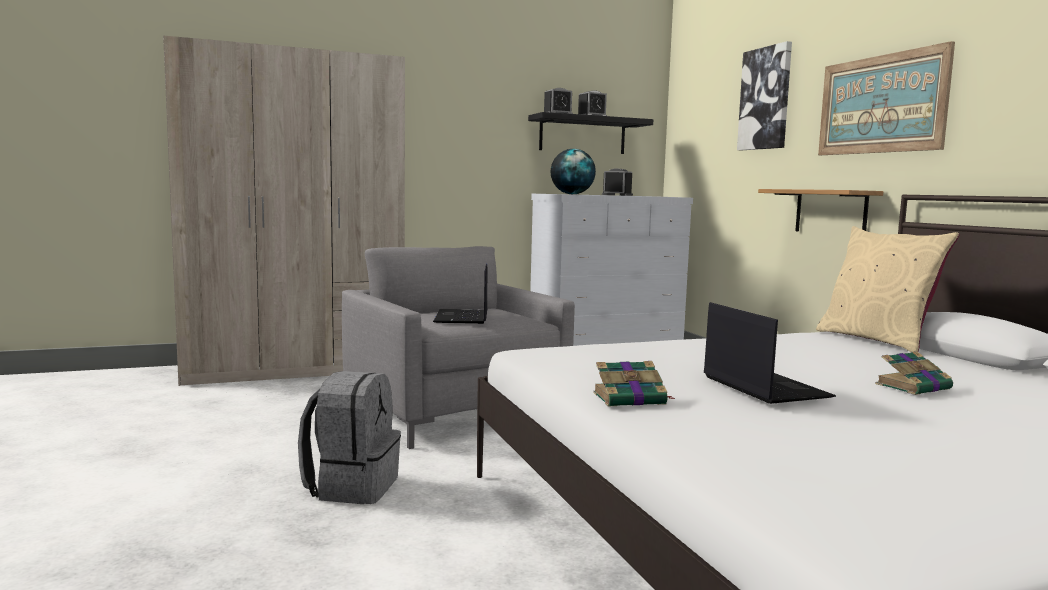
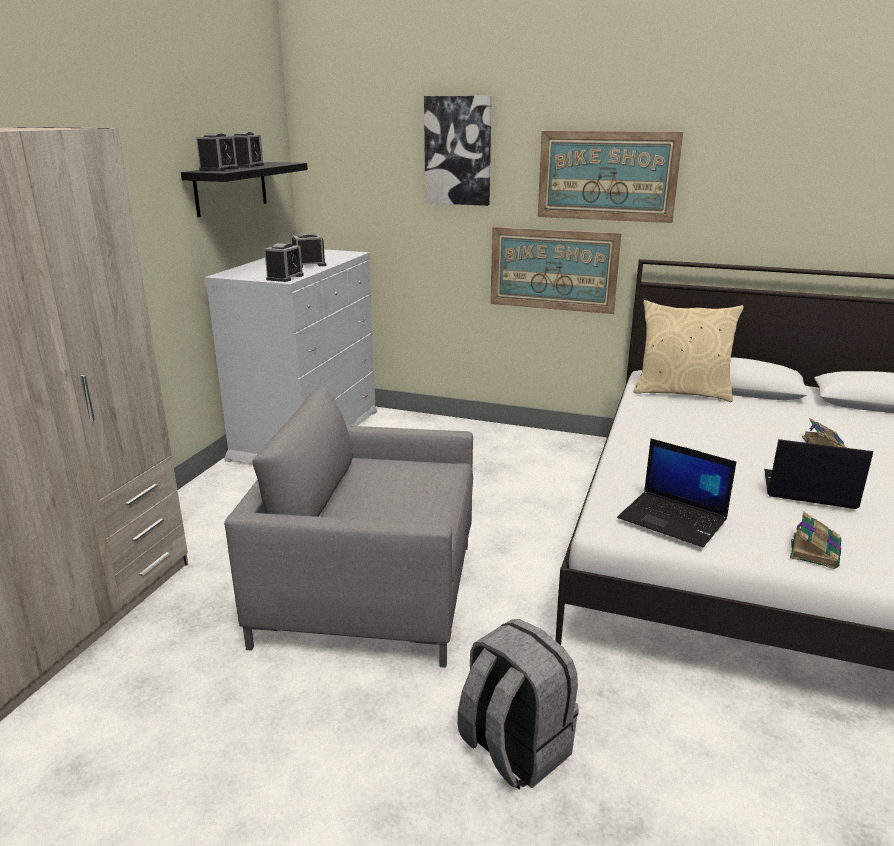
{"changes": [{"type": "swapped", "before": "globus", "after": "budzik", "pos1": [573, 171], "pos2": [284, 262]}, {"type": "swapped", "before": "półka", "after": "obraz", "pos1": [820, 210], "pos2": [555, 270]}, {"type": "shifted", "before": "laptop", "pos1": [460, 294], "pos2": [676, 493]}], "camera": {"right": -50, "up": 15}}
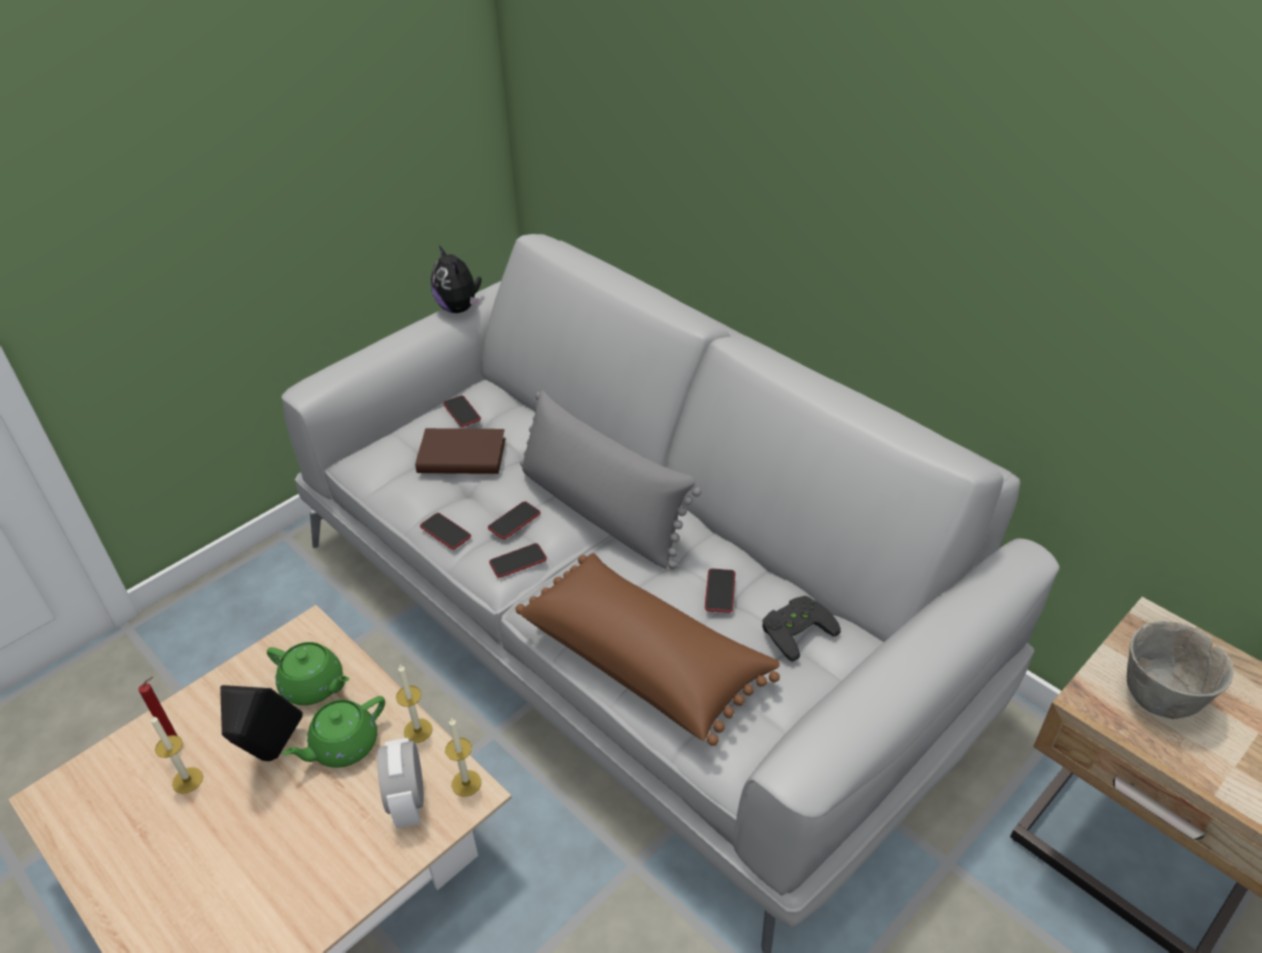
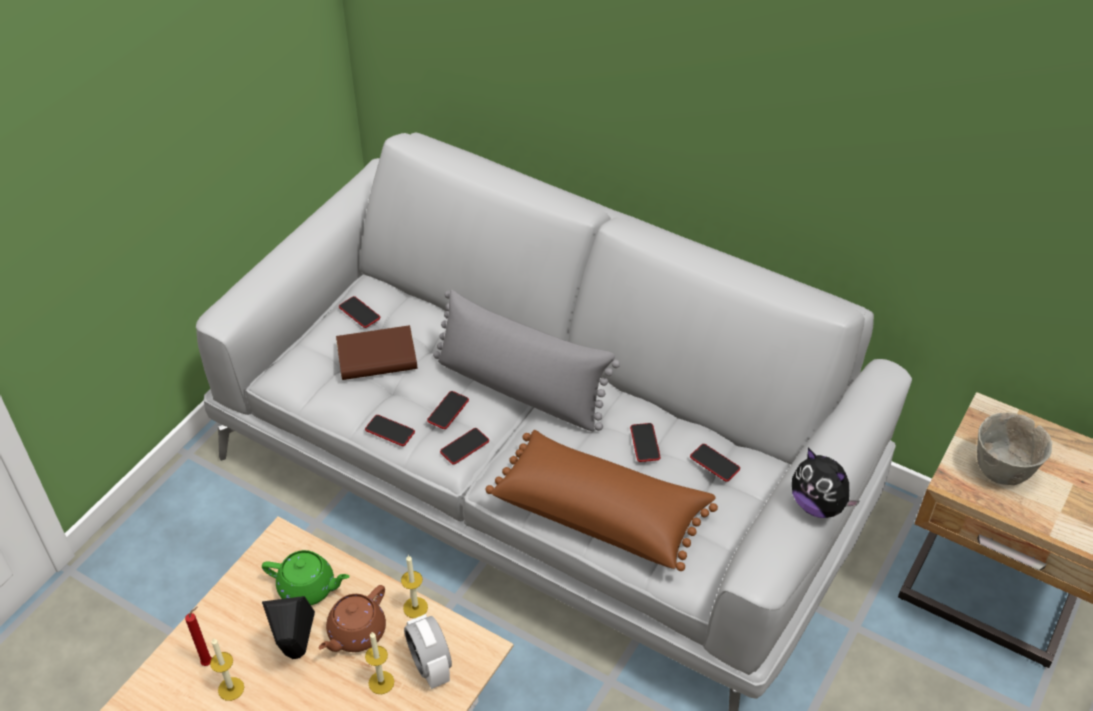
{"changes": [{"type": "repainted", "before": "imbryk (zielony)", "after": "imbryk (brązowy)", "pos1": [334, 732], "pos2": [352, 618]}, {"type": "shifted", "before": "świeca", "pos1": [463, 757], "pos2": [379, 663]}, {"type": "swapped", "before": "pad do gier (czarny)", "after": "telefon", "pos1": [801, 629], "pos2": [715, 463]}, {"type": "shifted", "before": "pluszak", "pos1": [456, 279], "pos2": [826, 483]}], "camera": {"right": -15, "up": 5}}
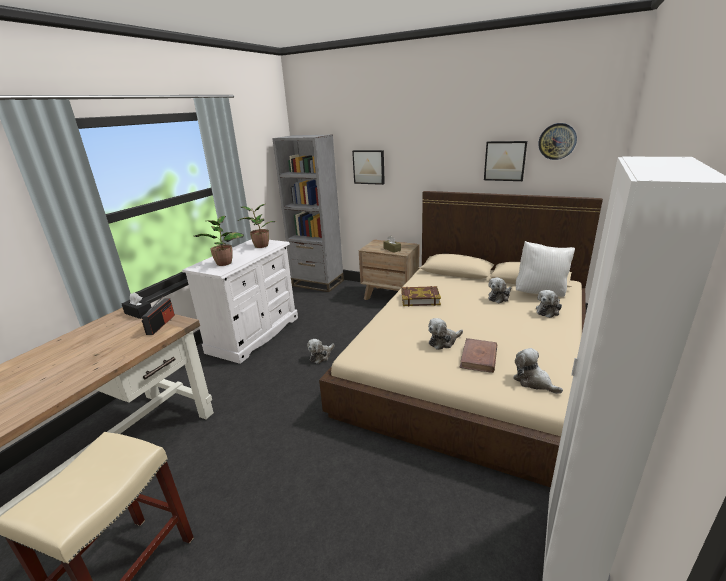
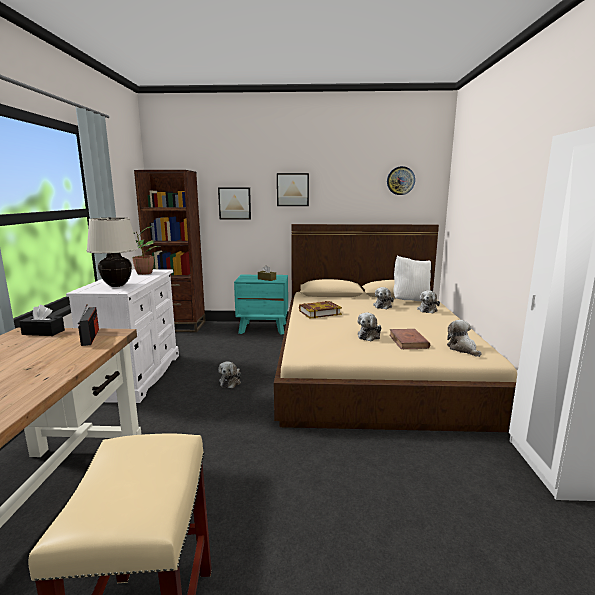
{"changes": [{"type": "swapped", "before": "roślina doniczkowa", "after": "lampa stołowa (beżowy)", "pos1": [219, 241], "pos2": [112, 252]}, {"type": "repainted", "before": "regał (szary)", "after": "regał (brązowy)", "pos1": [308, 213], "pos2": [170, 251]}, {"type": "repainted", "before": "szafka nocna (brązowy)", "after": "szafka nocna (turkusowy)", "pos1": [389, 270], "pos2": [261, 305]}, {"type": "shifted", "before": "obraz", "pos1": [505, 161], "pos2": [293, 189]}, {"type": "rotated", "before": "pluszak", "pos1": [538, 371], "pos2": [464, 338], "turn": 45}], "camera": {"right": -25, "up": -10}}
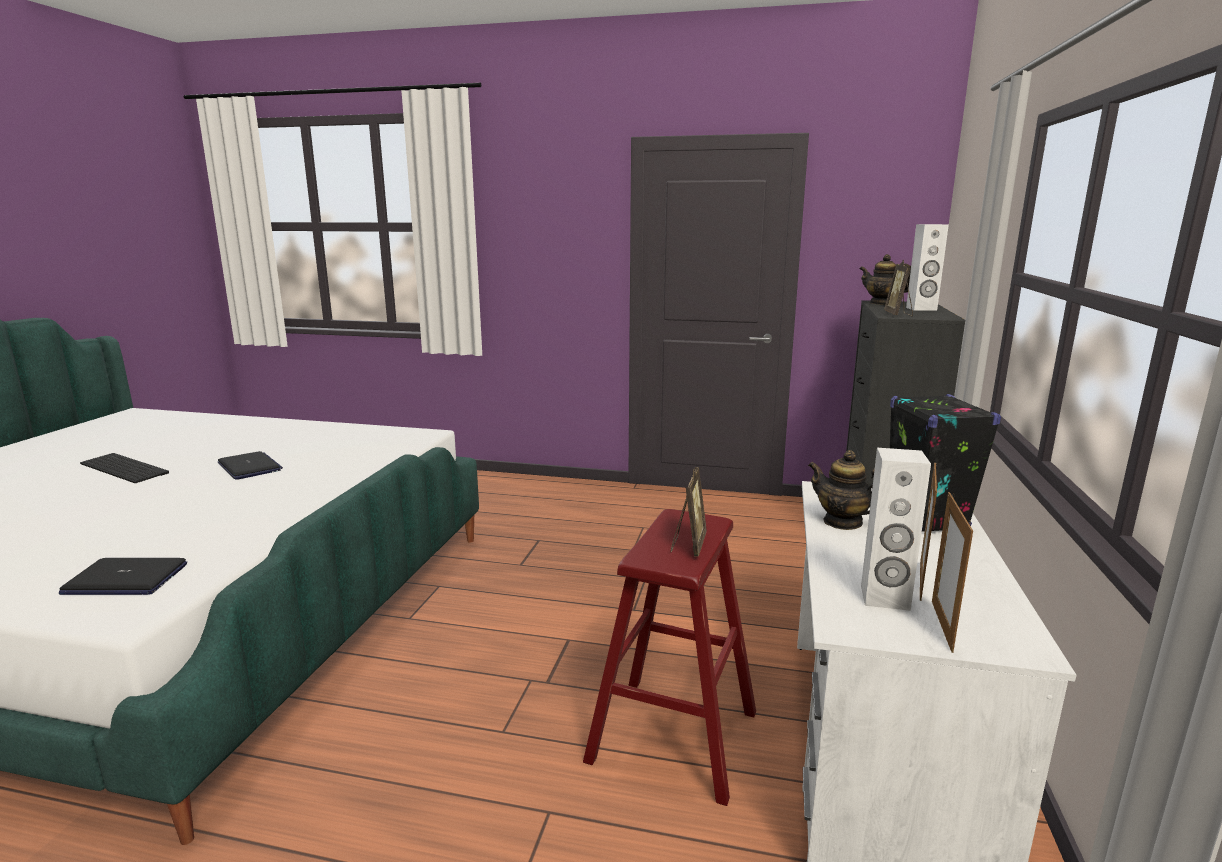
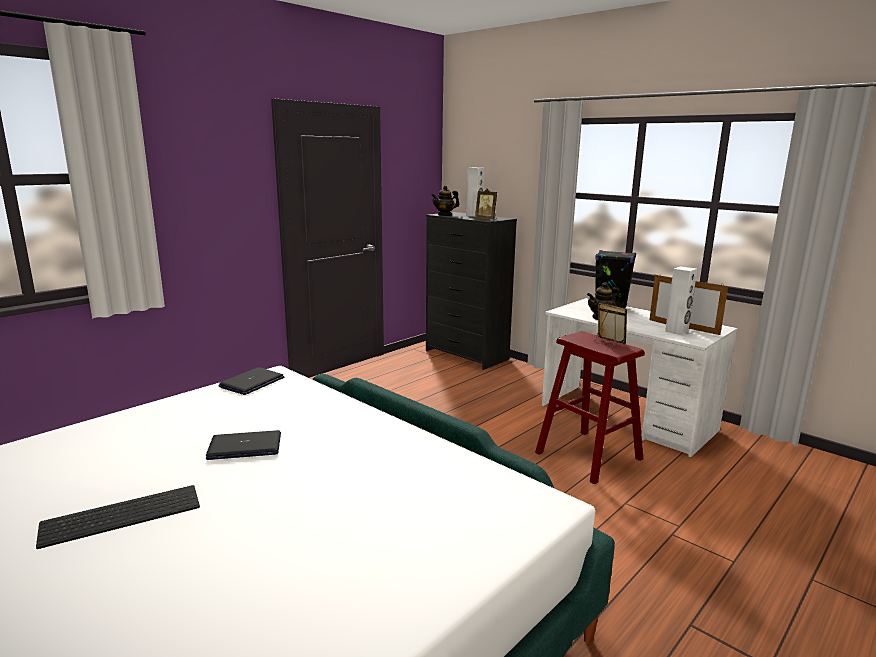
{"changes": [{"type": "shifted", "before": "laptop", "pos1": [123, 576], "pos2": [251, 381]}], "camera": {"right": -60, "up": 0}}
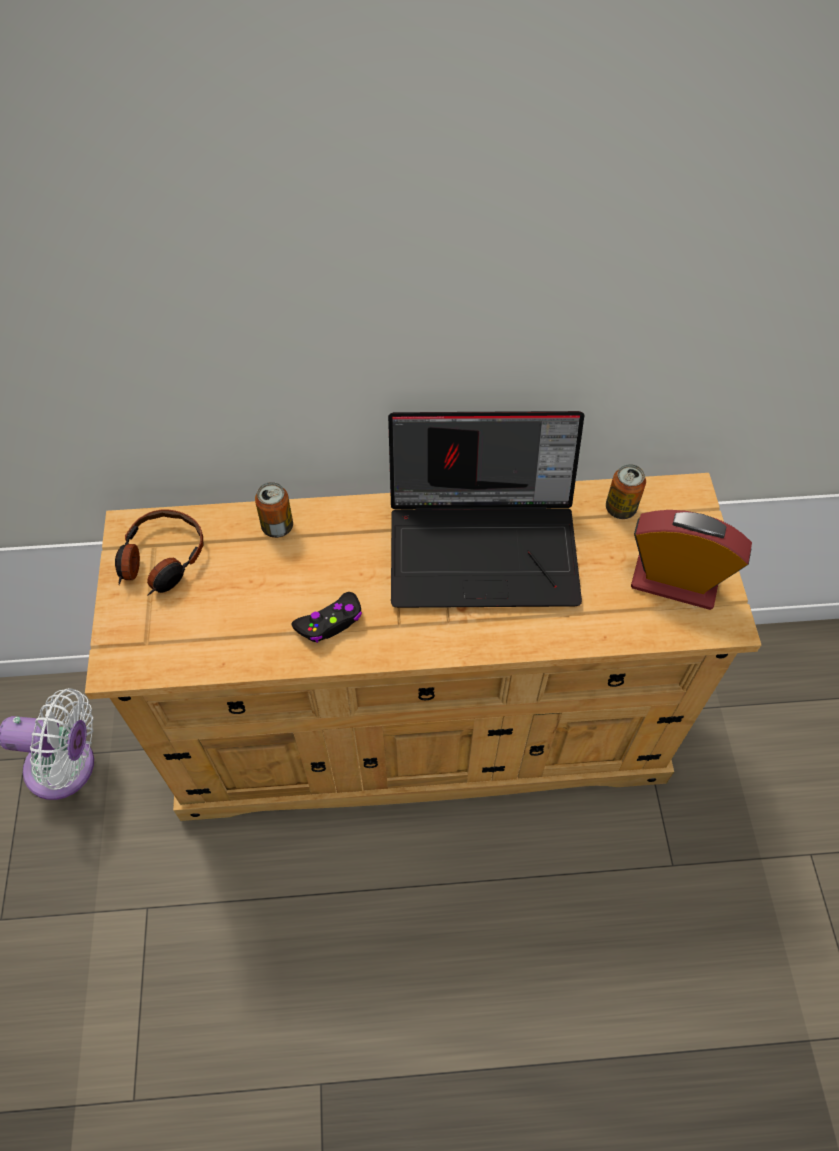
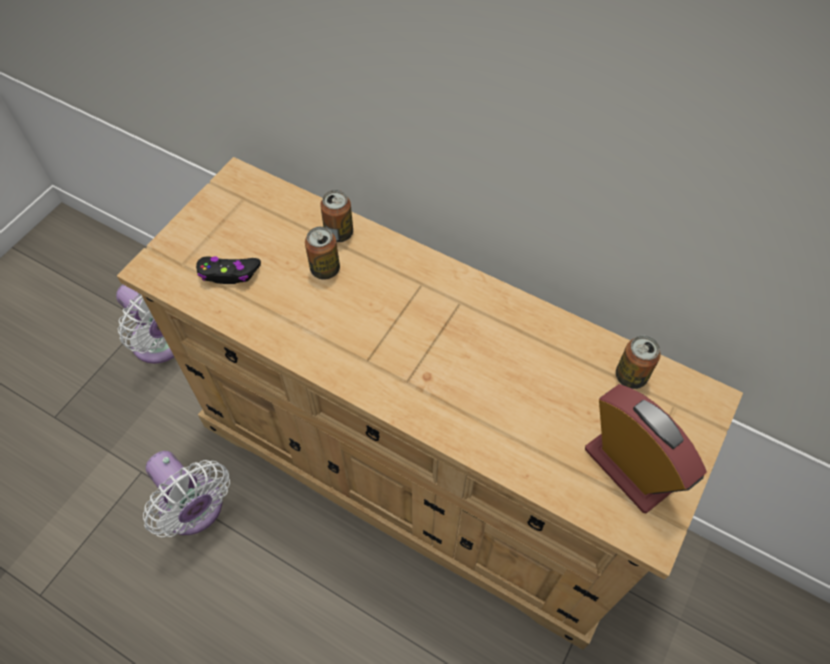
{"changes": [{"type": "new", "after": "wentylator (biały)", "pos2": [186, 494]}, {"type": "shifted", "before": "pad do gier (czarny)", "pos1": [327, 617], "pos2": [228, 270]}, {"type": "new", "after": "puszka", "pos2": [322, 253]}, {"type": "gone", "before": "słuchawki", "pos1": [159, 552]}, {"type": "gone", "before": "laptop", "pos1": [486, 509]}], "camera": {"right": 35, "up": 0}}
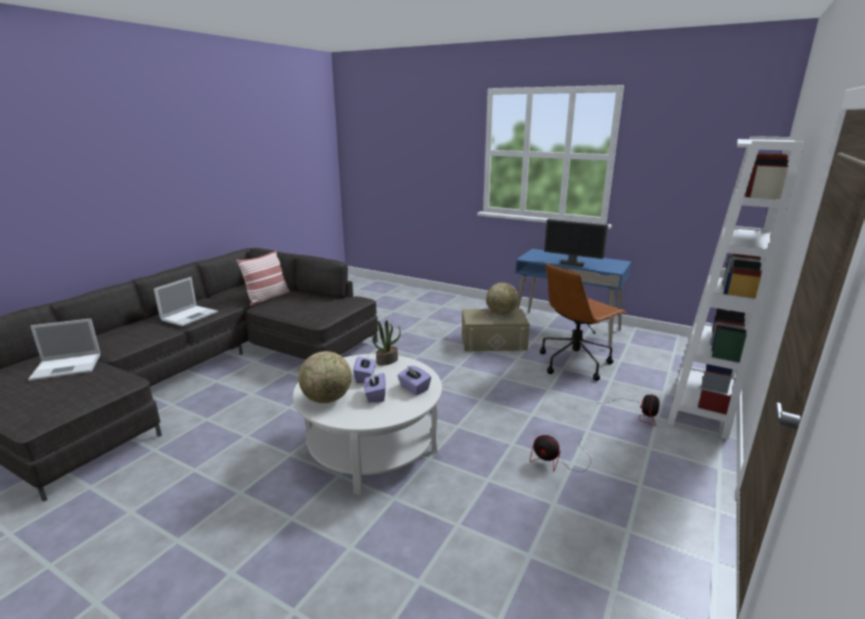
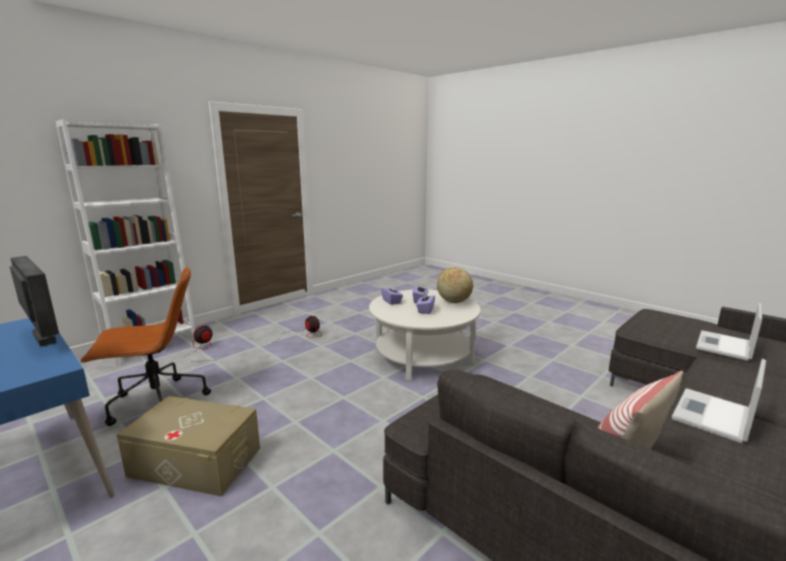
{"changes": [{"type": "rotated", "before": "laptop", "pos1": [64, 349], "pos2": [729, 332], "turn": -45}, {"type": "gone", "before": "roślina doniczkowa", "pos1": [387, 343]}, {"type": "gone", "before": "globus", "pos1": [502, 298]}], "camera": {"right": -165, "up": -5}}
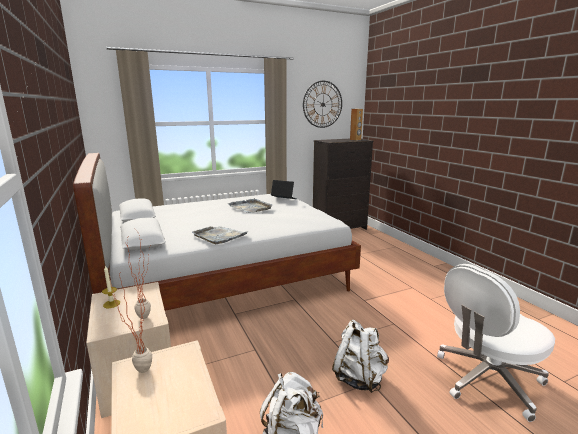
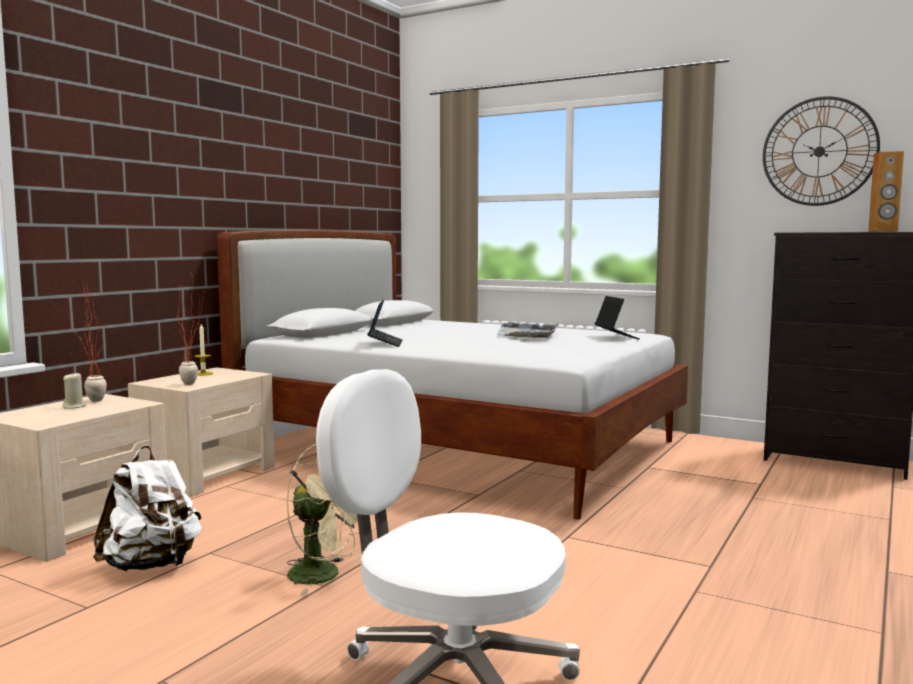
{"changes": [{"type": "new", "after": "świeca (beżowy)", "pos2": [74, 390]}, {"type": "swapped", "before": "plecak (biały)", "after": "wentylator (beżowy)", "pos1": [360, 356], "pos2": [322, 519]}, {"type": "swapped", "before": "taca (szary)", "after": "laptop", "pos1": [220, 235], "pos2": [385, 323]}], "camera": {"right": 55, "up": -10}}
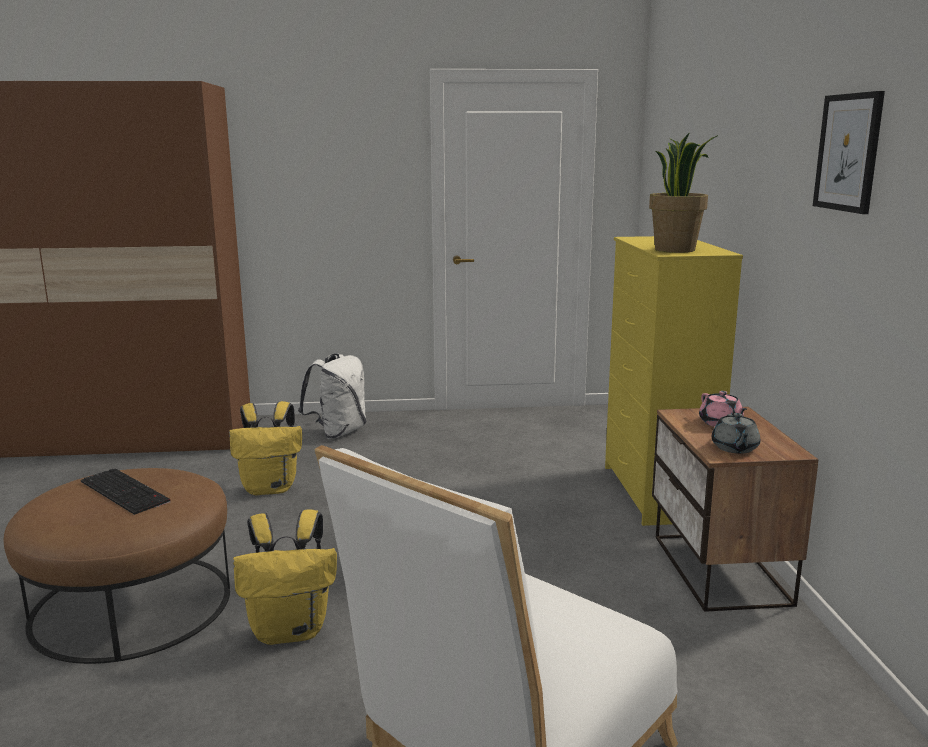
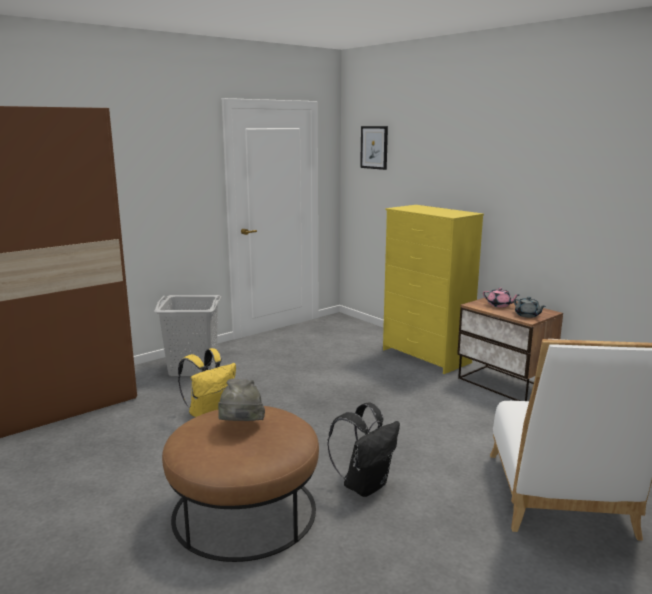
{"changes": [{"type": "swapped", "before": "plecak (biały)", "after": "kosz na pranie (szary)", "pos1": [332, 396], "pos2": [187, 335]}, {"type": "swapped", "before": "klawiatura", "after": "kapelusz (szary)", "pos1": [125, 492], "pos2": [241, 400]}, {"type": "repainted", "before": "plecak (żółty)", "after": "plecak (czarny)", "pos1": [285, 577], "pos2": [363, 449]}, {"type": "shifted", "before": "obraz", "pos1": [849, 152], "pos2": [374, 148]}, {"type": "gone", "before": "roślina doniczkowa", "pos1": [683, 193]}], "camera": {"right": -35, "up": 0}}
